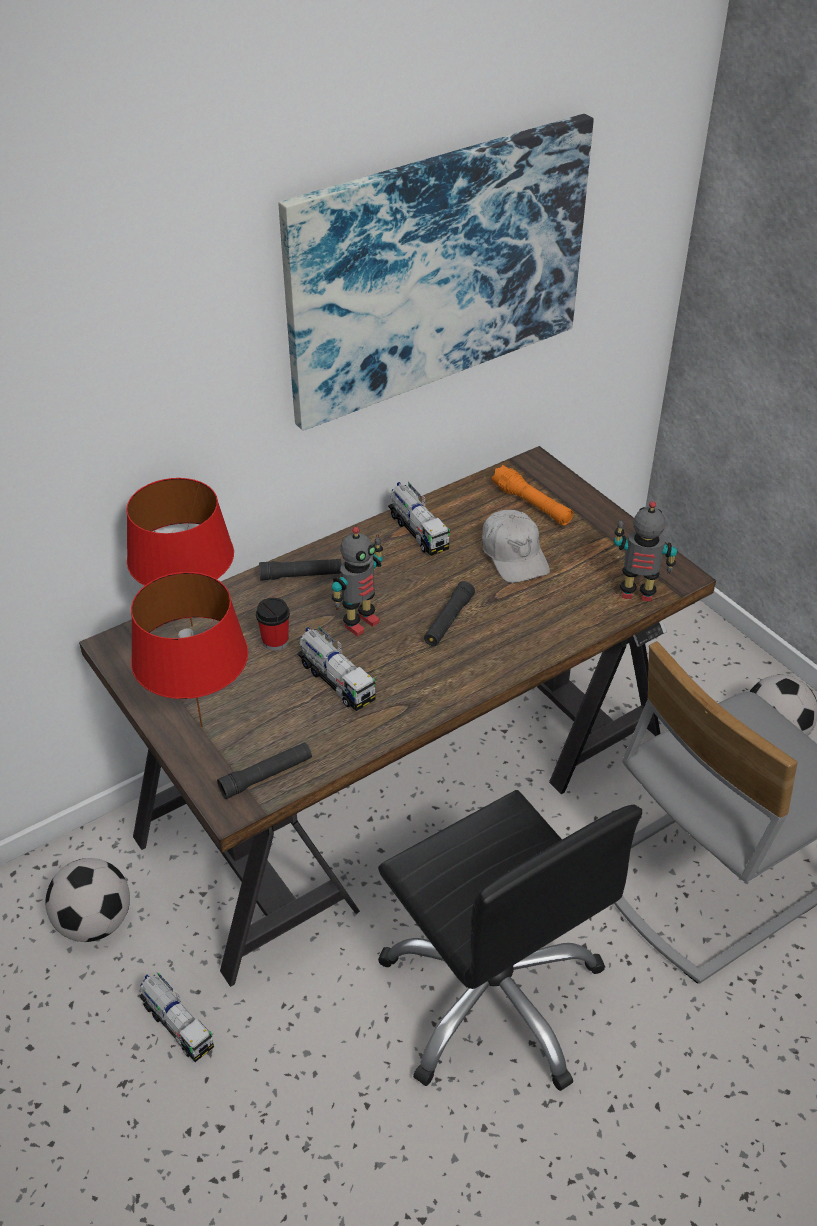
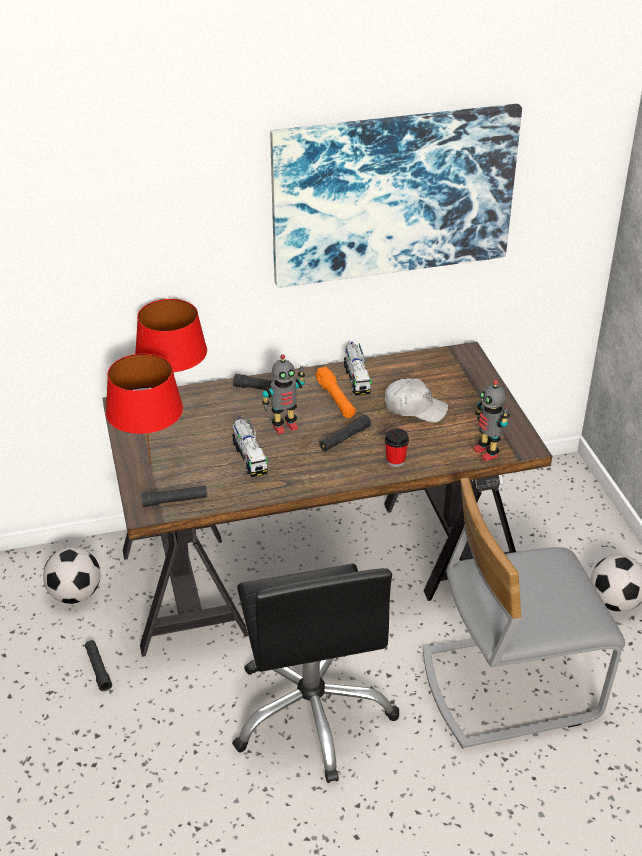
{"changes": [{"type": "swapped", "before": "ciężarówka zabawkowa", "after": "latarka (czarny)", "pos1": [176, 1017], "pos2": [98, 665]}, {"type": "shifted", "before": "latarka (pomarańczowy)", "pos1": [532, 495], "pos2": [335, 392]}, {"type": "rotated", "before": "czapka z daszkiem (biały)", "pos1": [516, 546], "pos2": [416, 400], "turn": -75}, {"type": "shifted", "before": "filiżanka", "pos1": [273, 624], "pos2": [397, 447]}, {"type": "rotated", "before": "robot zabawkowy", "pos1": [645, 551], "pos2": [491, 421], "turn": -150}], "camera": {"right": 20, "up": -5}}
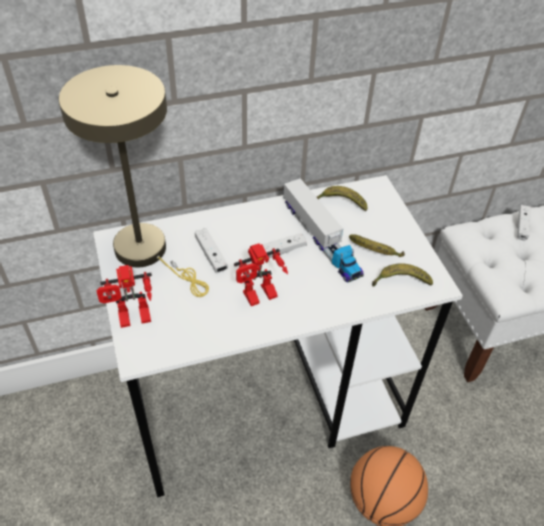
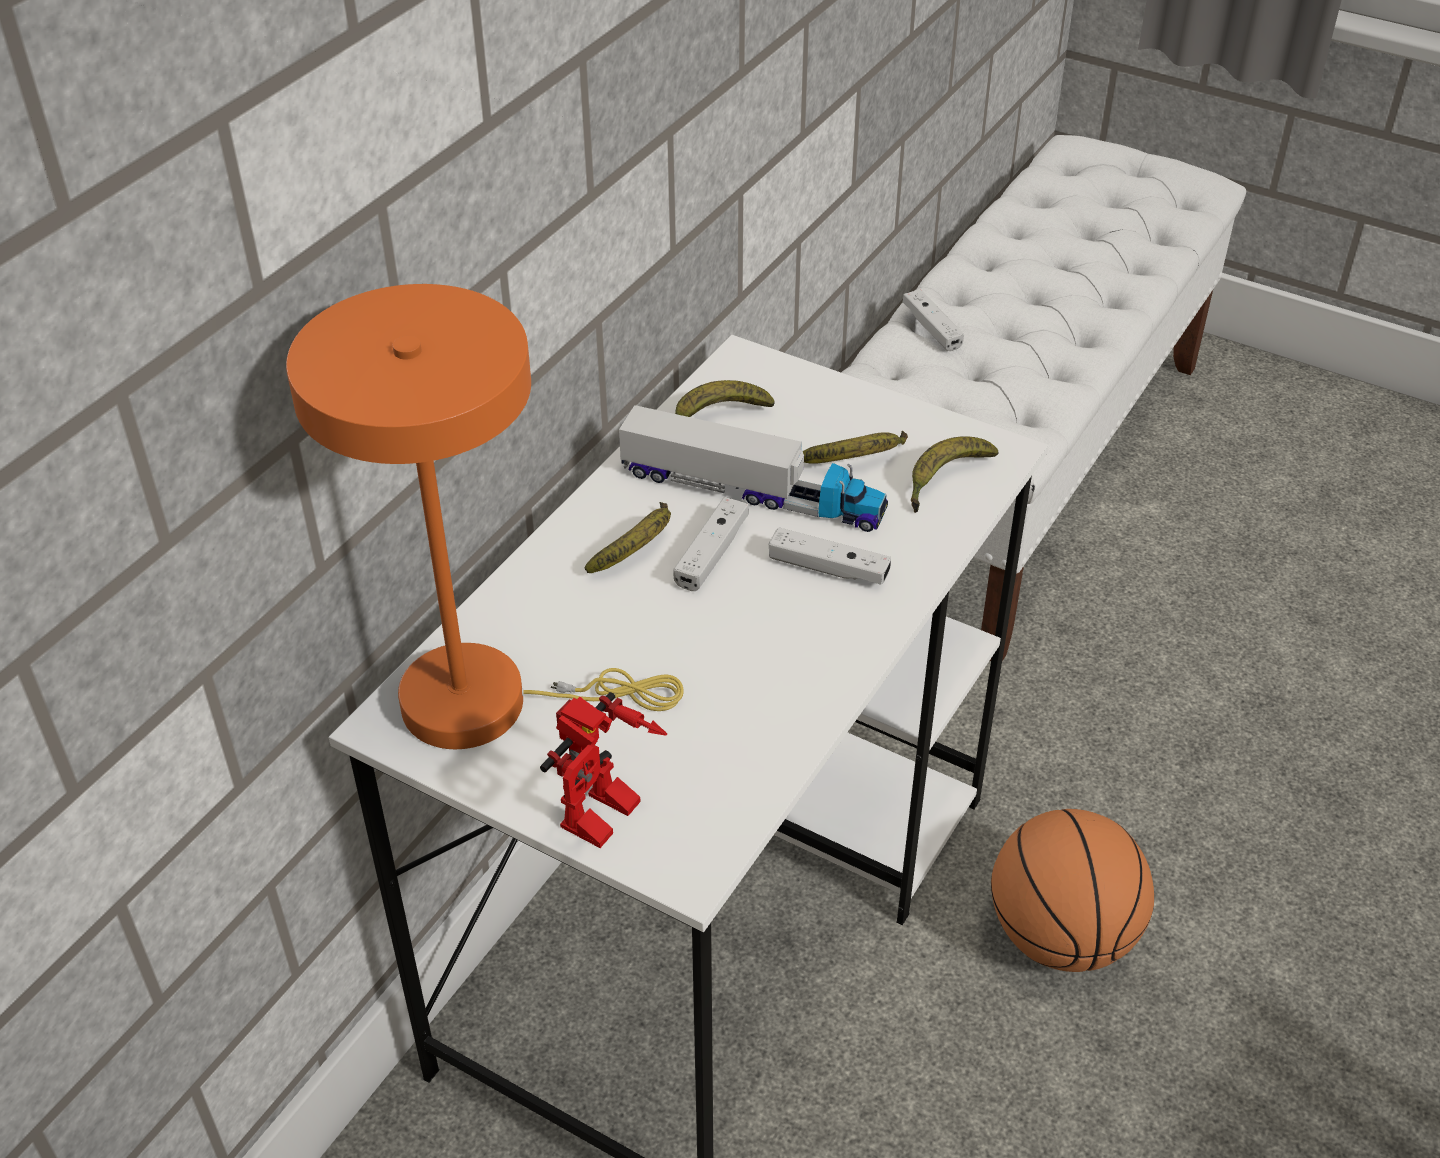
{"changes": [{"type": "repainted", "before": "lampa stołowa (beżowy)", "after": "lampa stołowa (pomarańczowy)", "pos1": [134, 181], "pos2": [485, 516]}, {"type": "new", "after": "banan", "pos2": [628, 537]}, {"type": "shifted", "before": "pad do gier (biały)", "pos1": [211, 250], "pos2": [830, 556]}, {"type": "gone", "before": "robot zabawkowy", "pos1": [261, 275]}], "camera": {"right": -40, "up": -5}}
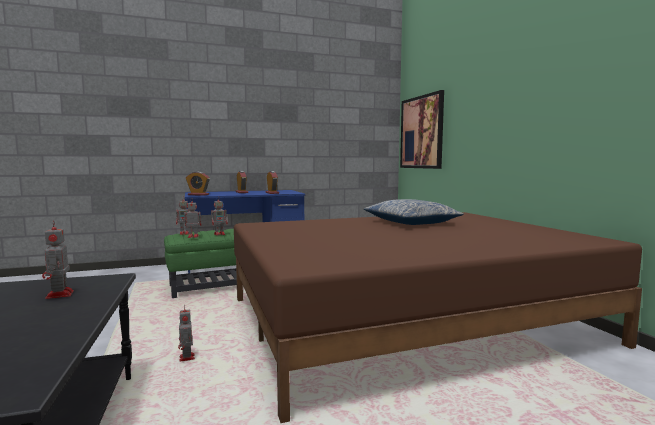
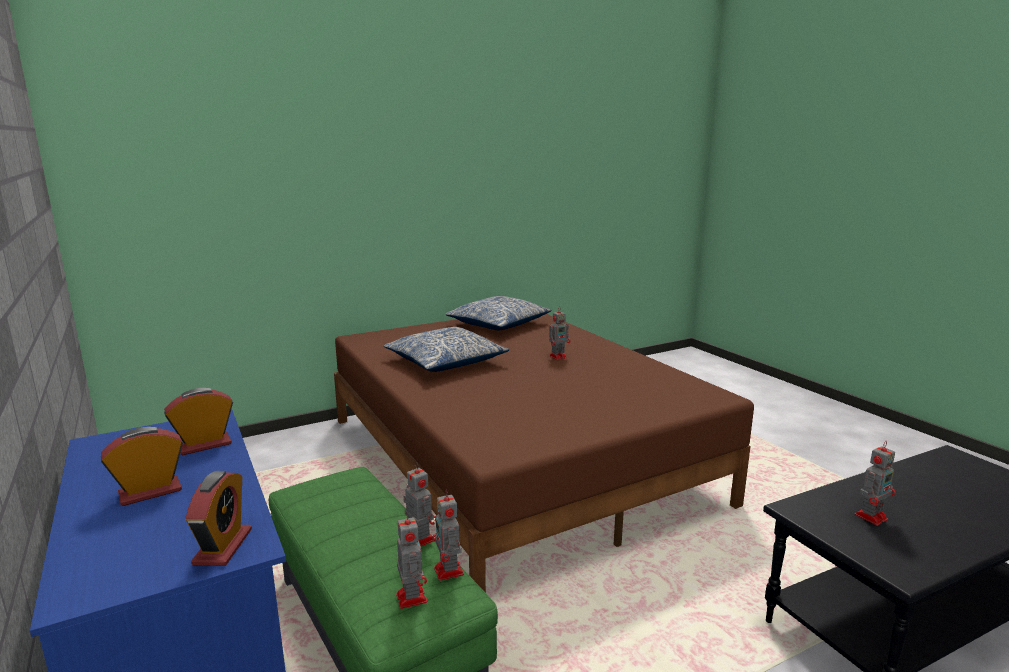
{"changes": [{"type": "new", "after": "poduszka", "pos2": [498, 313]}, {"type": "shifted", "before": "robot zabawkowy", "pos1": [186, 333], "pos2": [559, 333]}, {"type": "gone", "before": "obraz", "pos1": [422, 129]}], "camera": {"right": -100, "up": 10}}
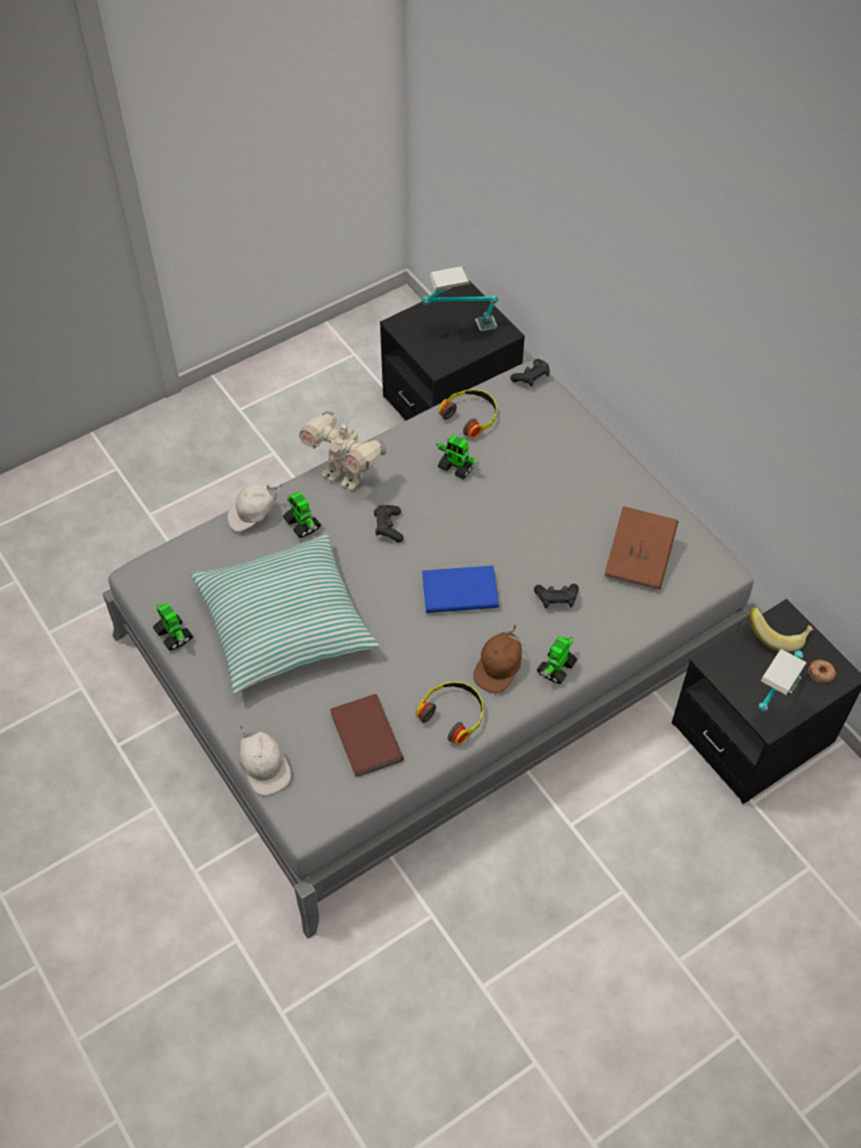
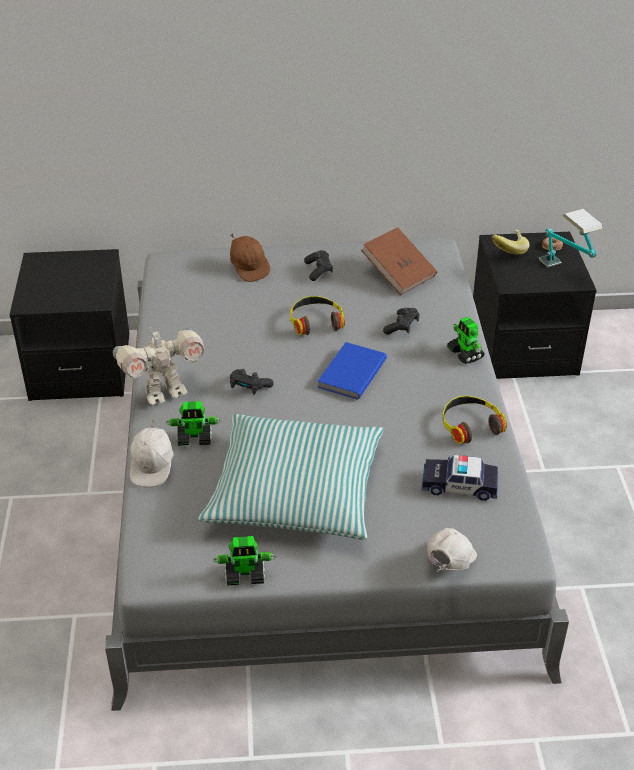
{"changes": [{"type": "shifted", "before": "czapka z daszkiem (brązowy)", "pos1": [497, 659], "pos2": [250, 257]}, {"type": "shifted", "before": "słuchawki", "pos1": [468, 414], "pos2": [317, 315]}, {"type": "shifted", "before": "pad do gier (czarny)", "pos1": [530, 373], "pos2": [318, 265]}, {"type": "swapped", "before": "książka (brązowy)", "after": "samochodzik", "pos1": [367, 735], "pos2": [459, 478]}, {"type": "rotated", "before": "czapka z daszkiem (biały)", "pos1": [265, 761], "pos2": [452, 550], "turn": -60}, {"type": "gone", "before": "lampa stołowa", "pos1": [460, 298]}, {"type": "gone", "before": "robot zabawkowy", "pos1": [457, 457]}], "camera": {"right": -60, "up": -15}}
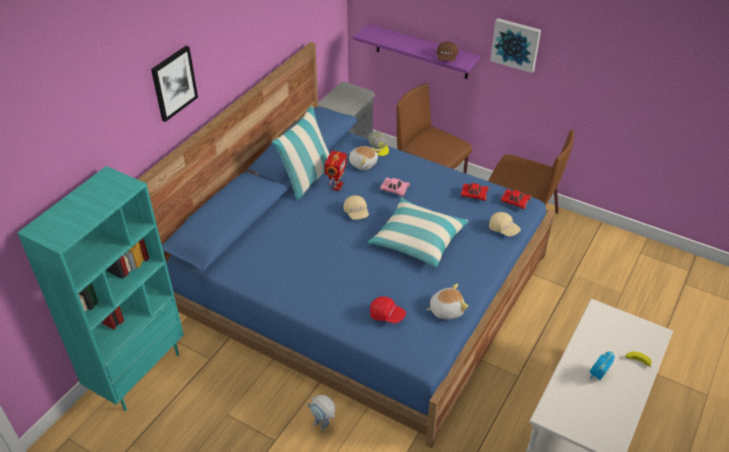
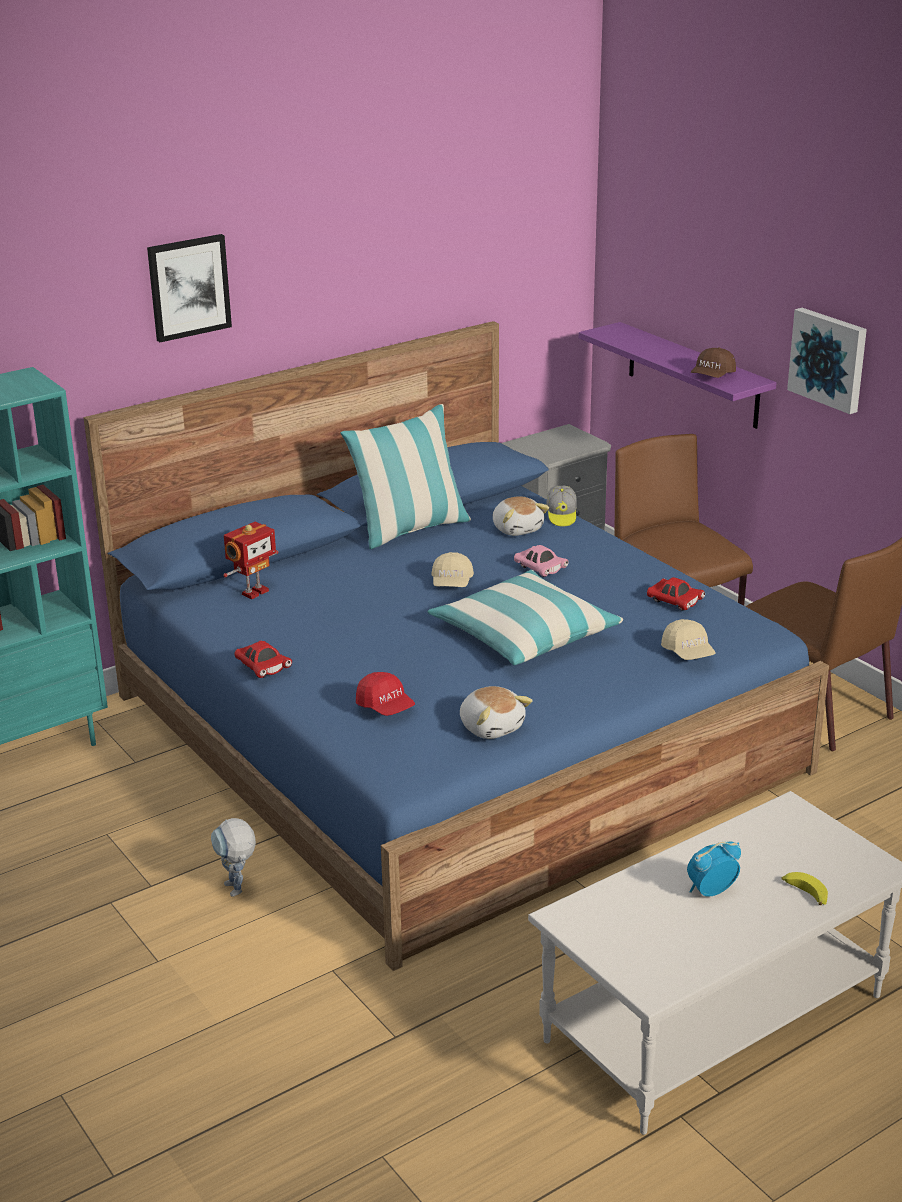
{"changes": [{"type": "shifted", "before": "robot zabawkowy", "pos1": [336, 171], "pos2": [250, 560]}, {"type": "shifted", "before": "samochodzik (czerwony)", "pos1": [516, 199], "pos2": [263, 659]}, {"type": "rotated", "before": "pluszak", "pos1": [447, 301], "pos2": [496, 712], "turn": 45}], "camera": {"right": 25, "up": -15}}
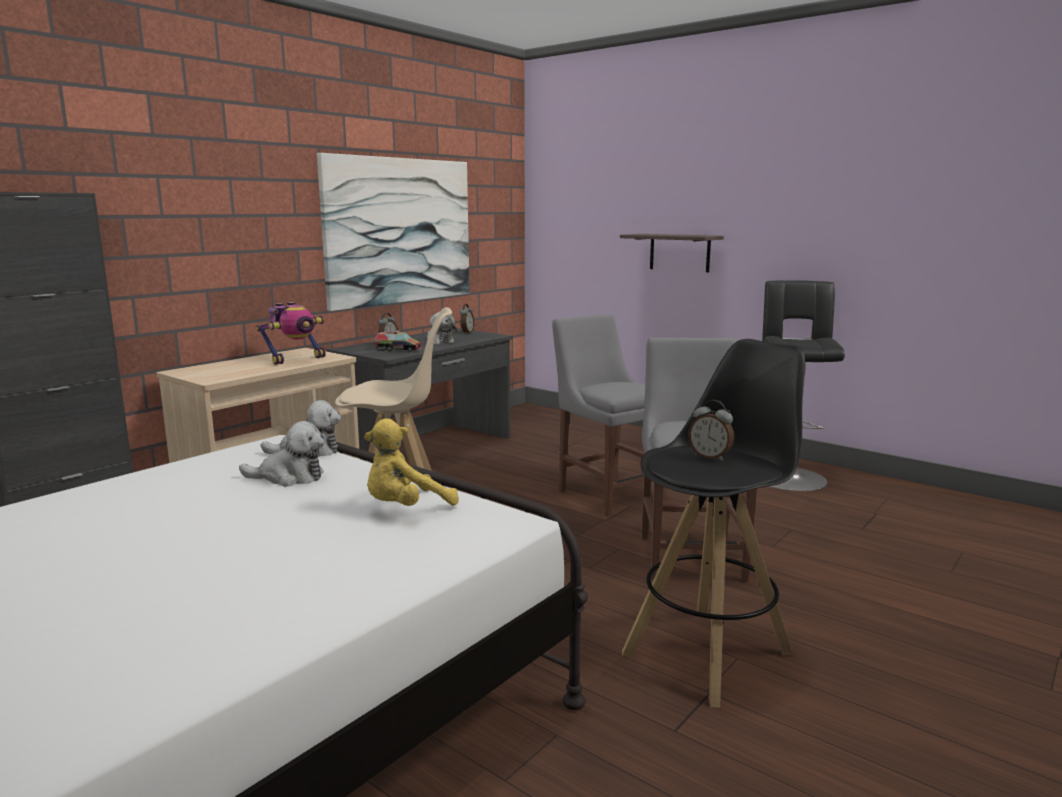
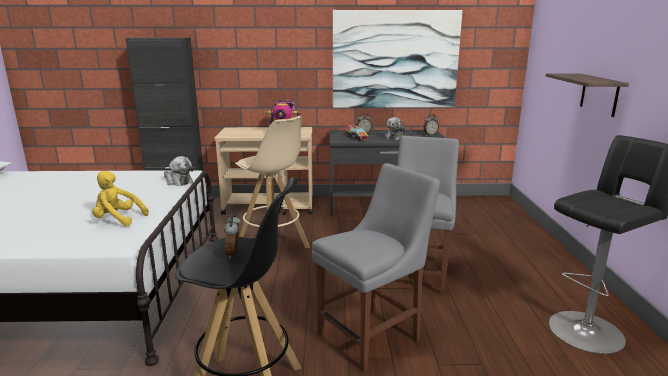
{"changes": [{"type": "gone", "before": "pluszak", "pos1": [282, 454]}], "camera": {"right": 50, "up": 5}}
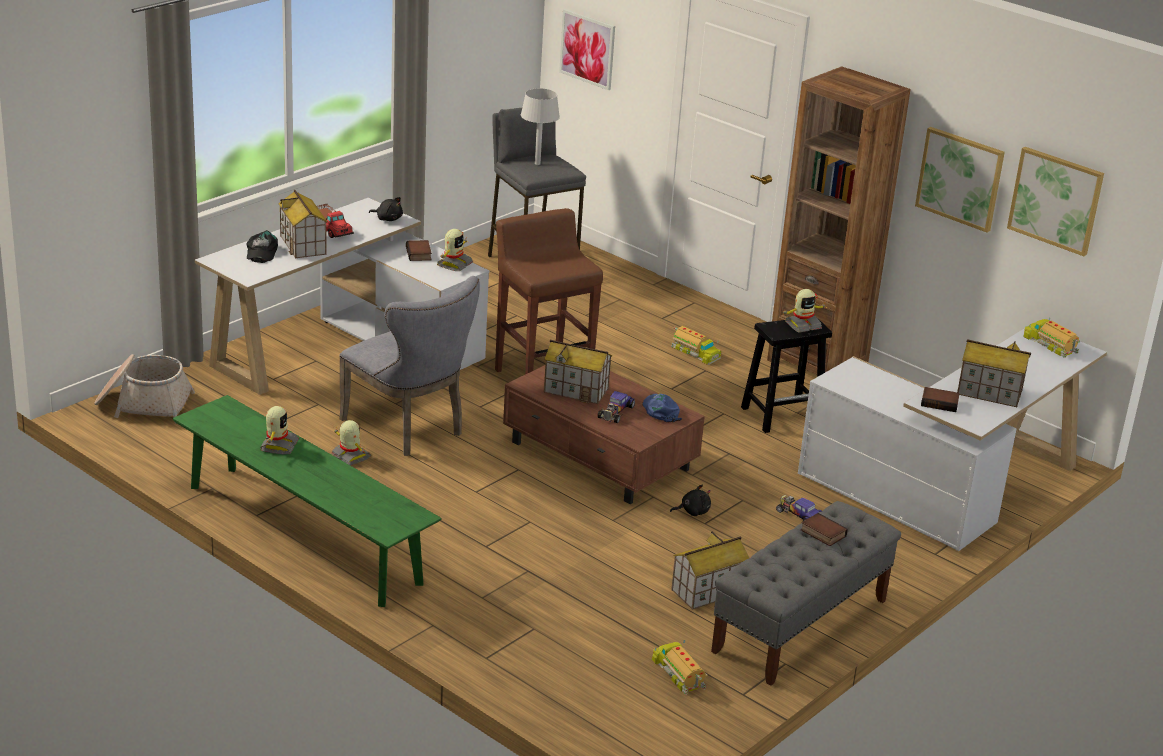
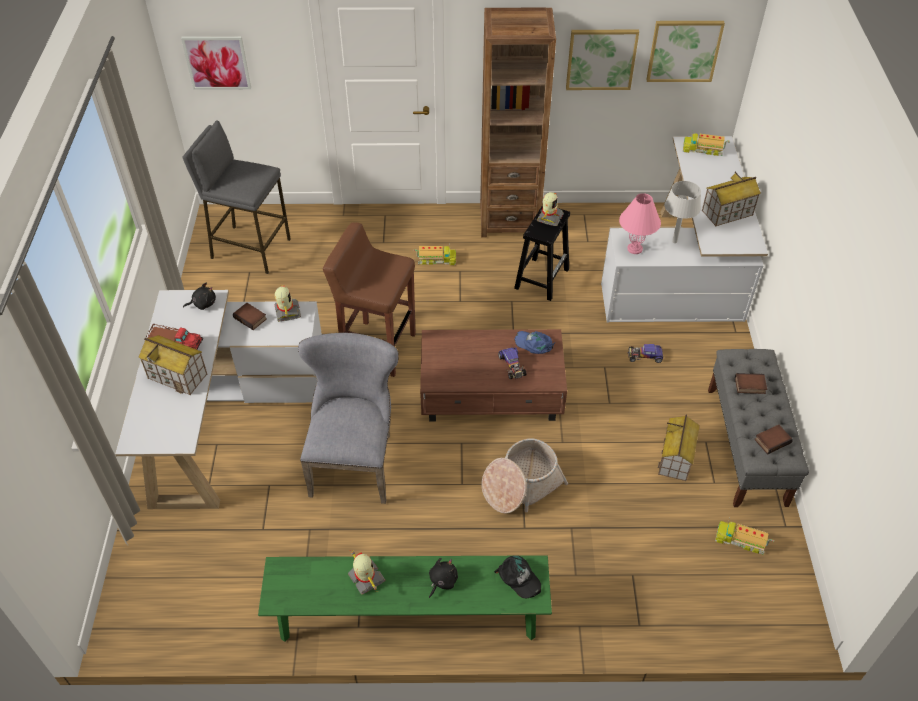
{"changes": [{"type": "rotated", "before": "krzesło (szary)", "pos1": [409, 366], "pos2": [348, 418], "turn": -90}, {"type": "shifted", "before": "pluszak (czarny)", "pos1": [690, 500], "pos2": [443, 578]}, {"type": "shifted", "before": "koszyk", "pos1": [144, 389], "pos2": [525, 476]}, {"type": "shifted", "before": "czapka z daszkiem (czarny)", "pos1": [262, 246], "pos2": [517, 576]}, {"type": "new", "after": "lampa stołowa (różowy)", "pos2": [640, 223]}, {"type": "shifted", "before": "lampa stołowa (szary)", "pos1": [540, 126], "pos2": [683, 212]}, {"type": "shifted", "before": "książka", "pos1": [940, 399], "pos2": [773, 439]}, {"type": "gone", "before": "robot zabawkowy", "pos1": [351, 442]}, {"type": "gone", "before": "domek", "pos1": [578, 372]}], "camera": {"right": -40, "up": 20}}
